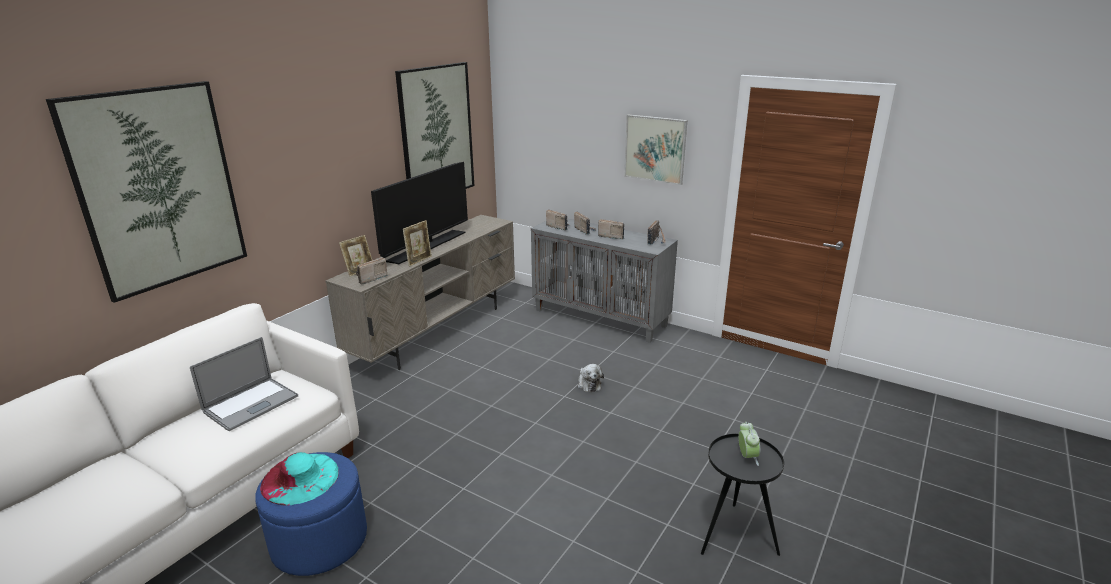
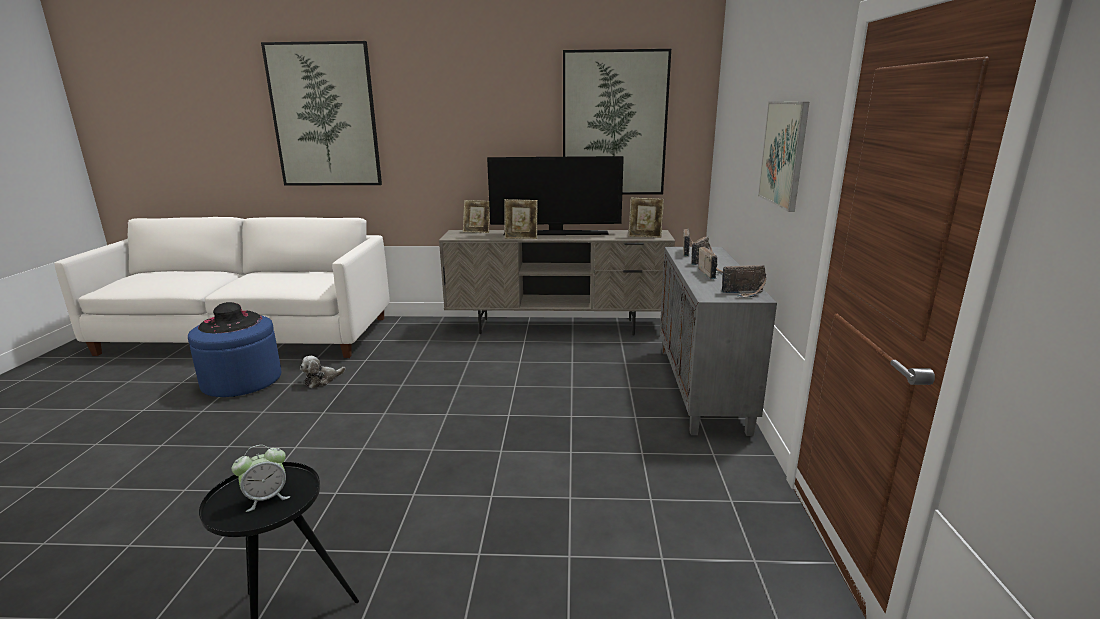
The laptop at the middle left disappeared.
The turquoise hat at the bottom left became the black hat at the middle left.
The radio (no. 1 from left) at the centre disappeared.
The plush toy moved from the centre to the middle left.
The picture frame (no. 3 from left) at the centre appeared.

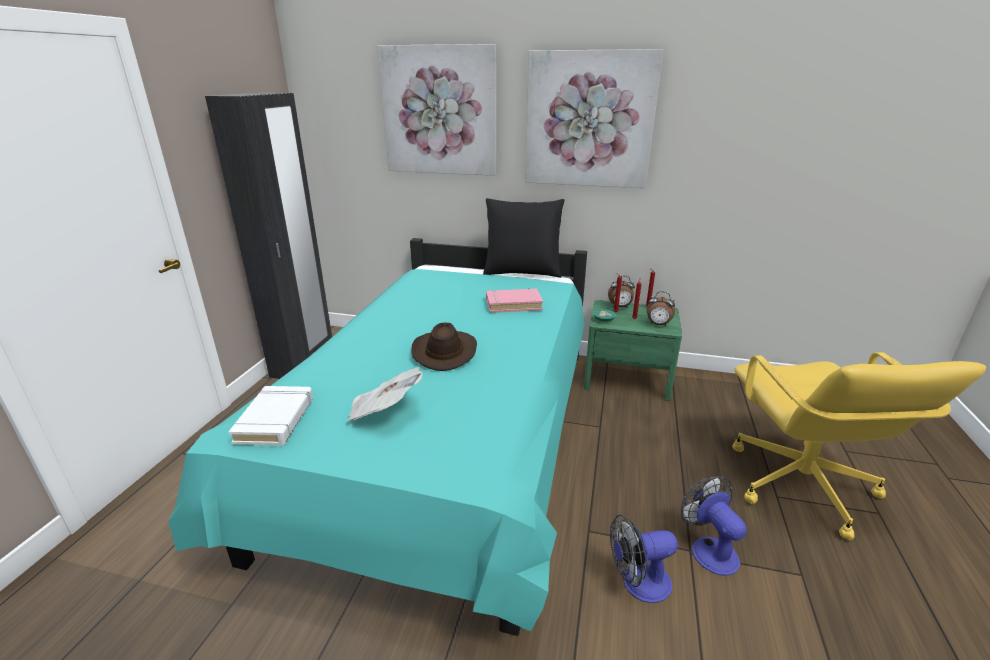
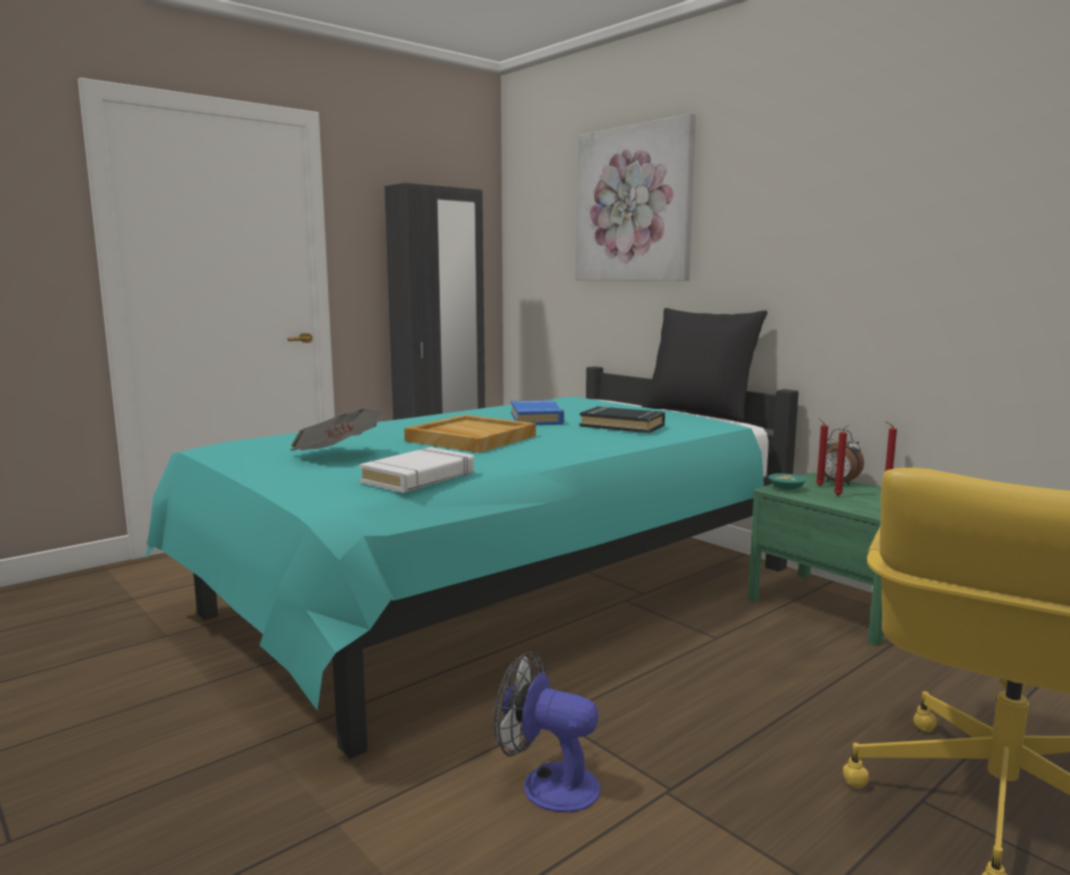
The white book moved from the middle left to the centre.
The brown hat at the centre was replaced by the beige tray at the centre.
The pink book at the centre became the black book at the centre.
The picture (no. 2 from left) at the top centre disappeared.
The alarm clock (no. 2 from left) at the middle right disappeared.
The fan (no. 2 from left) at the bottom right disappeared.
The blue book at the centre appeared.

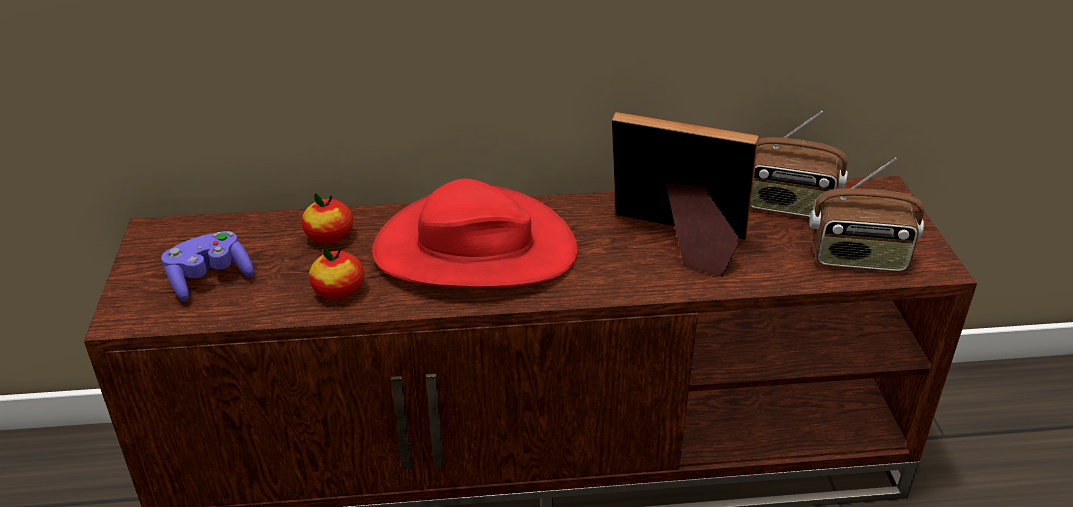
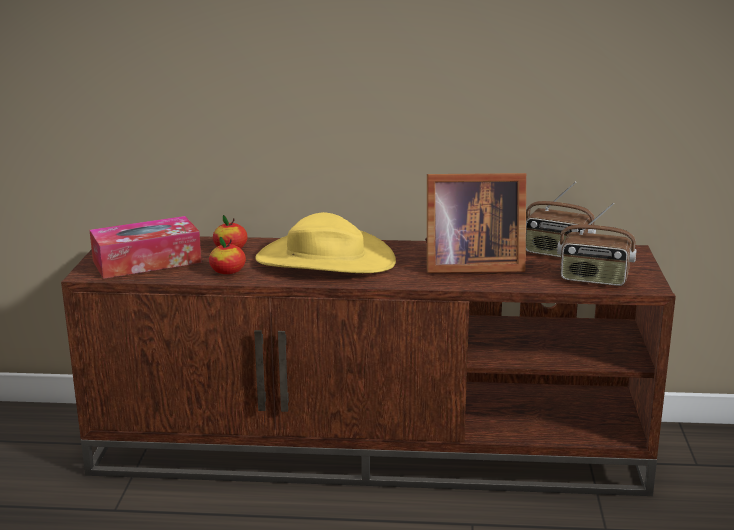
The purple game controller at the middle left was replaced by the tissue box at the middle left.
The red hat at the centre became the yellow hat at the centre.
The picture frame at the centre turned 150 degrees clockwise.

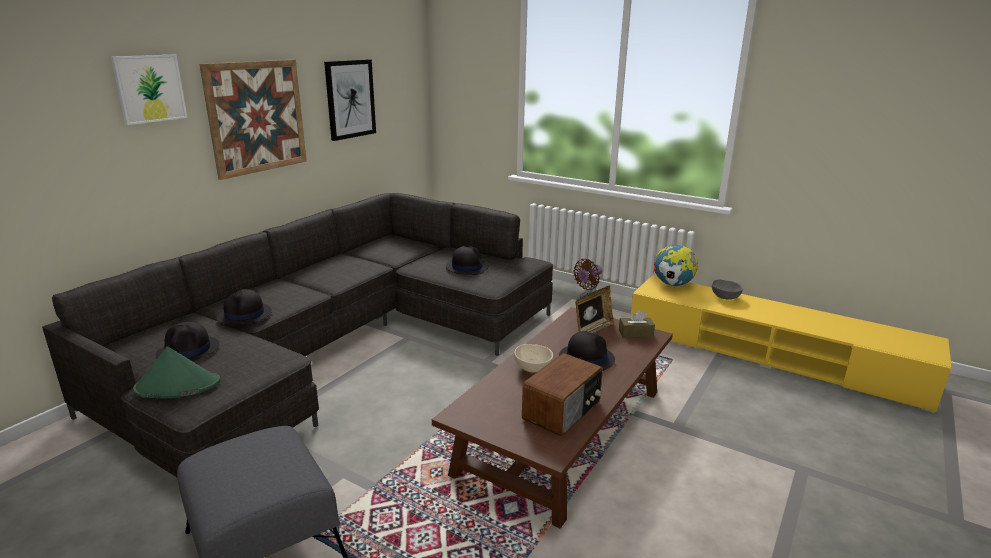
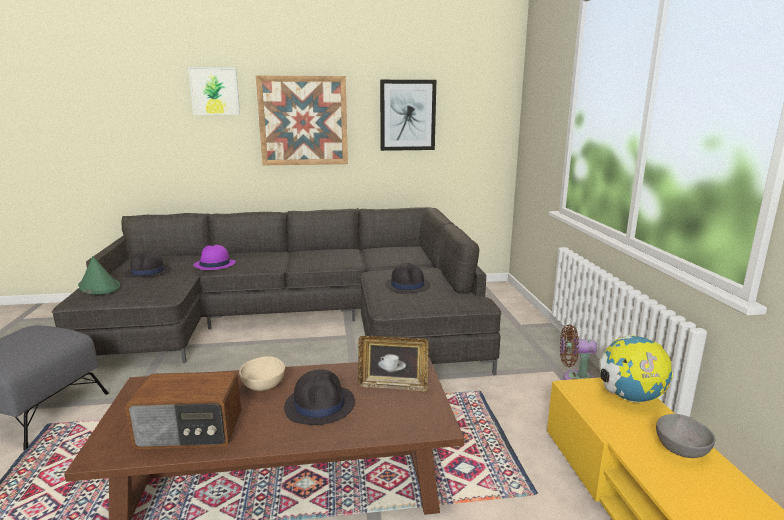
The black hat (no. 2 from left) at the middle left became the purple hat at the middle left.
The brown tissue box at the centre disappeared.

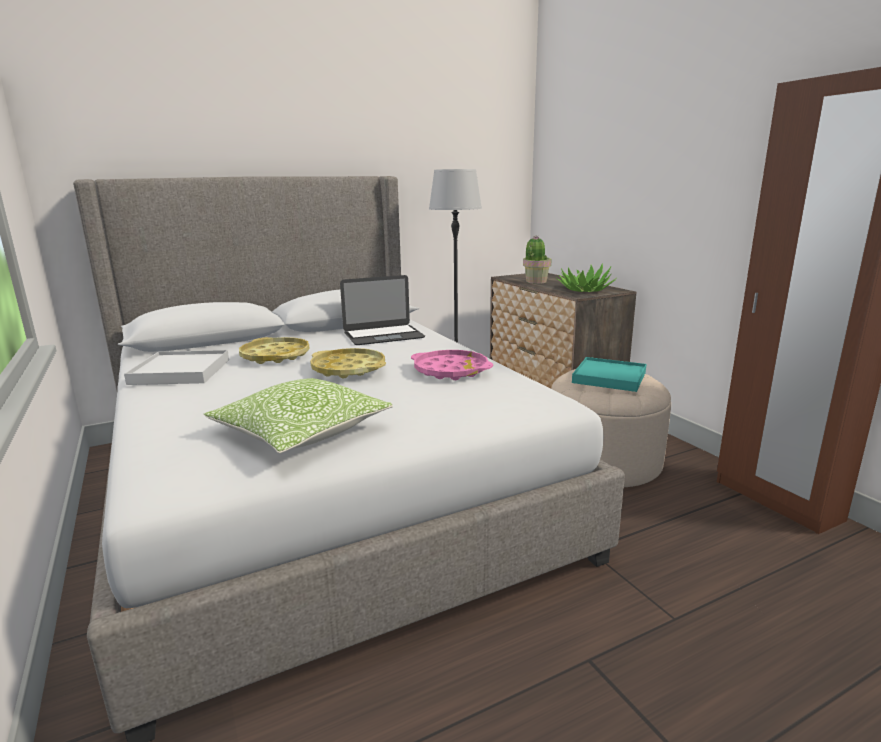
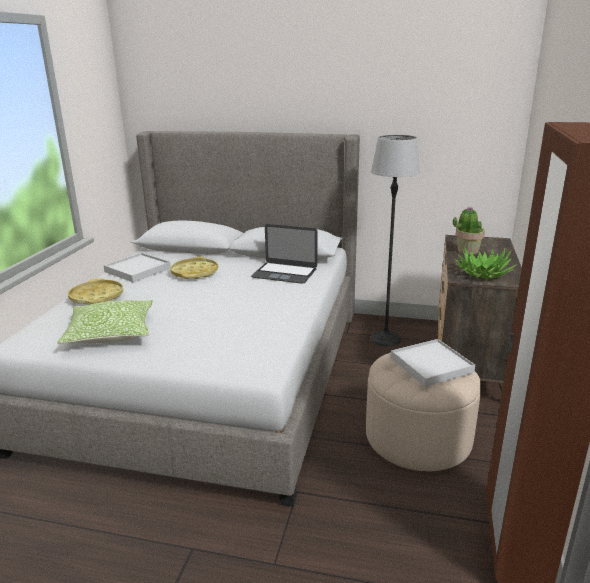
The yellow tray (no. 2 from left in the first image) moved from the centre to the middle left.
The pink tray at the centre disappeared.
The turquoise tray at the middle right became the white tray (no. 2 from left) at the middle right.

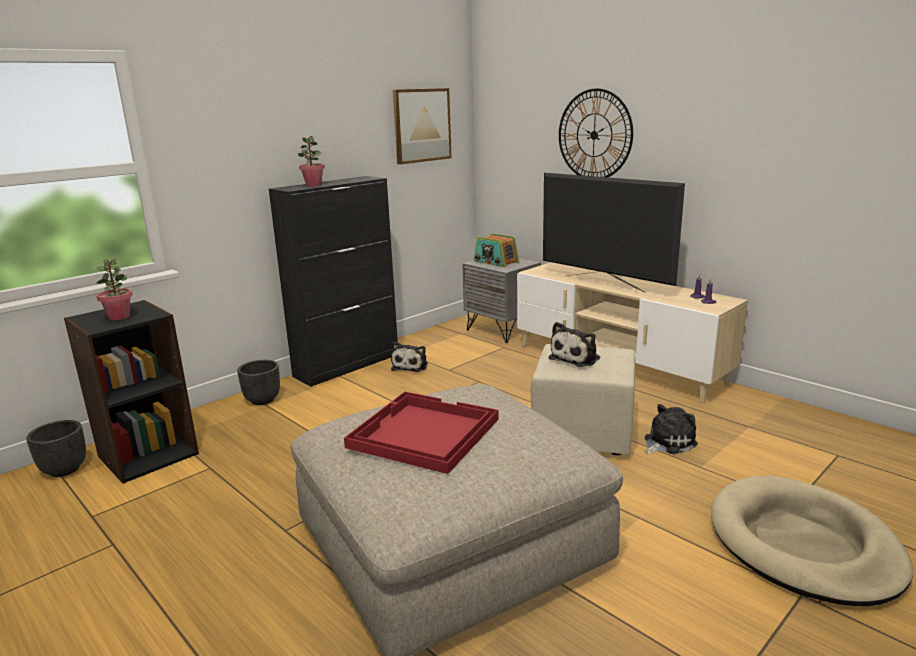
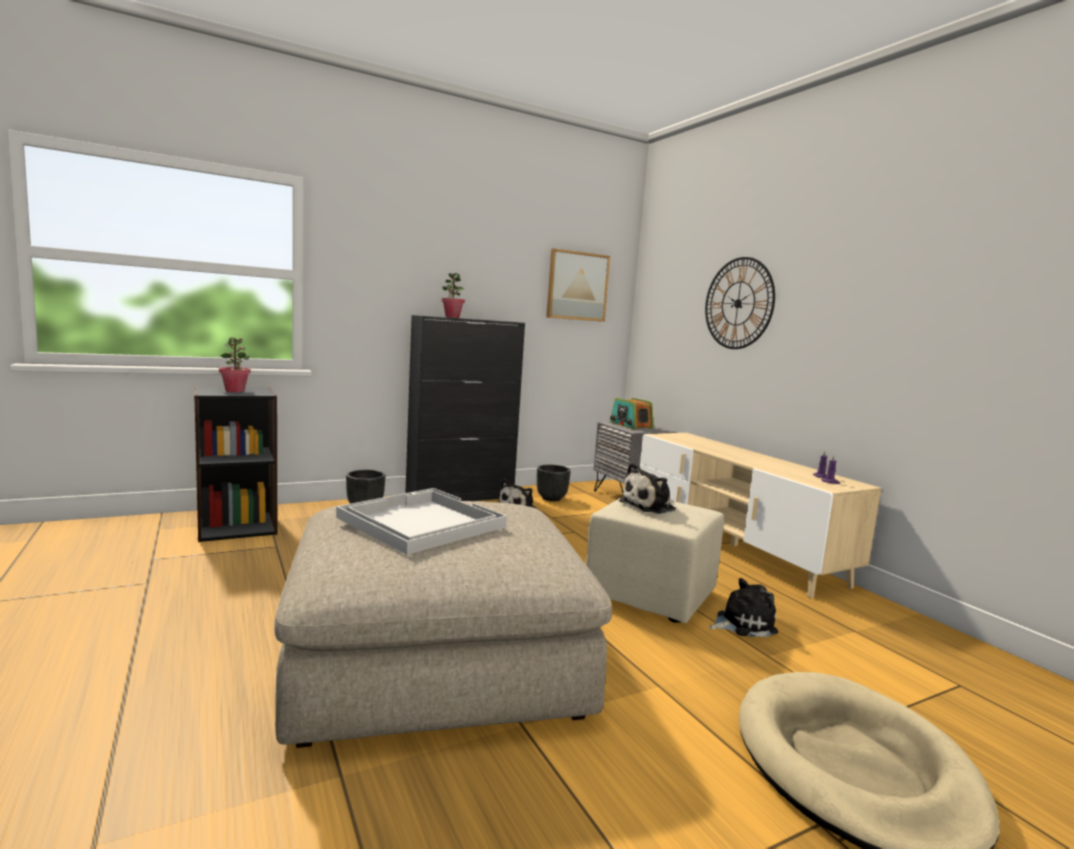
The black planter (no. 1 from left in the first image) moved from the bottom left to the centre.
The red tray at the centre became the white tray at the centre.
The television at the middle right disappeared.

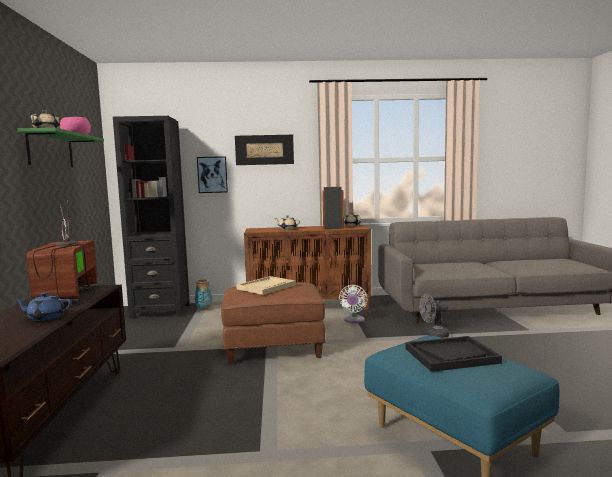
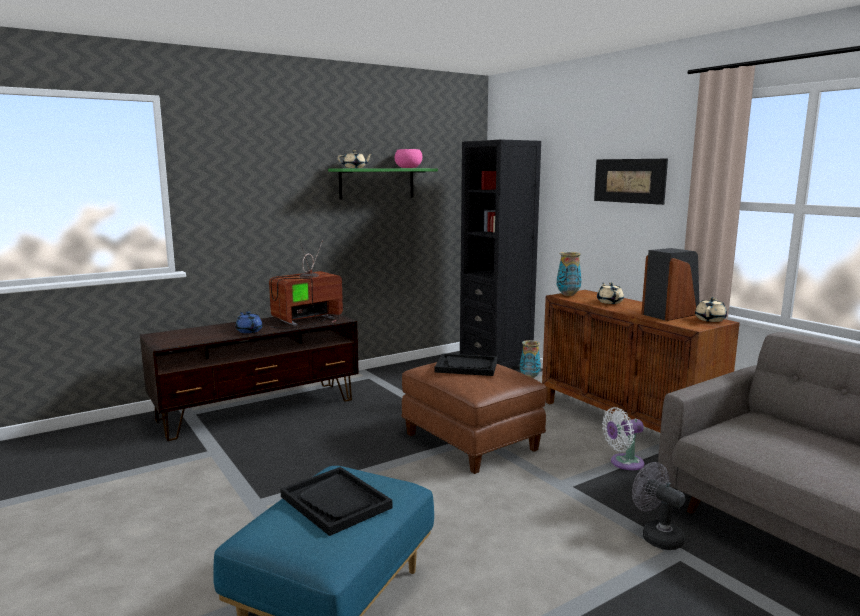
The picture (no. 1 from left) at the centre disappeared.
The beige tray at the centre became the black tray (no. 2 from left) at the centre.
The vase (no. 2 from left) at the centre appeared.

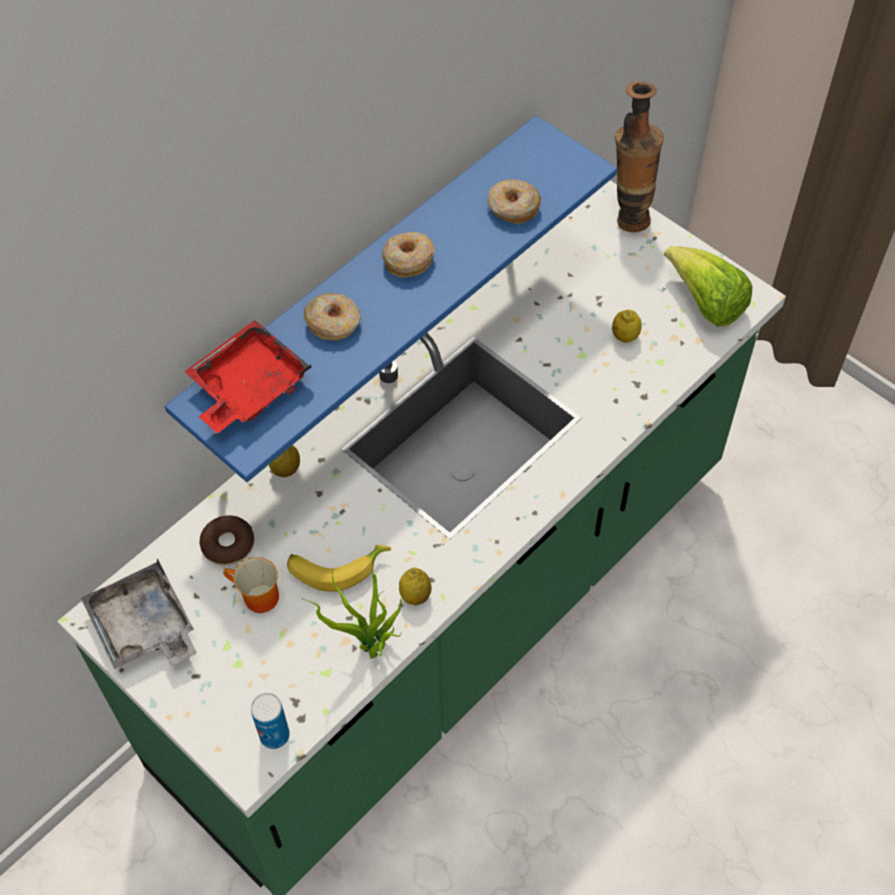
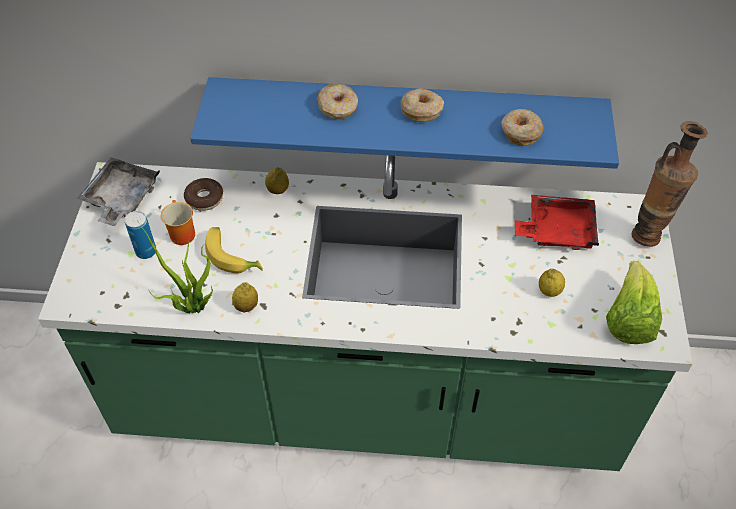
The red tray moved from the middle left to the middle right.
The can moved from the bottom left to the middle left.

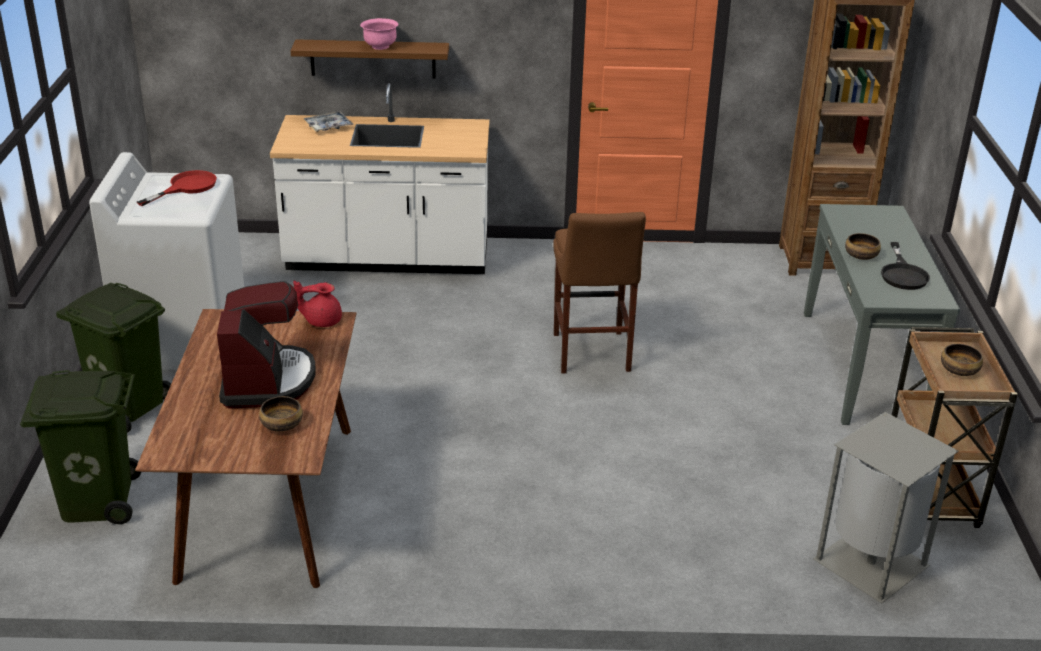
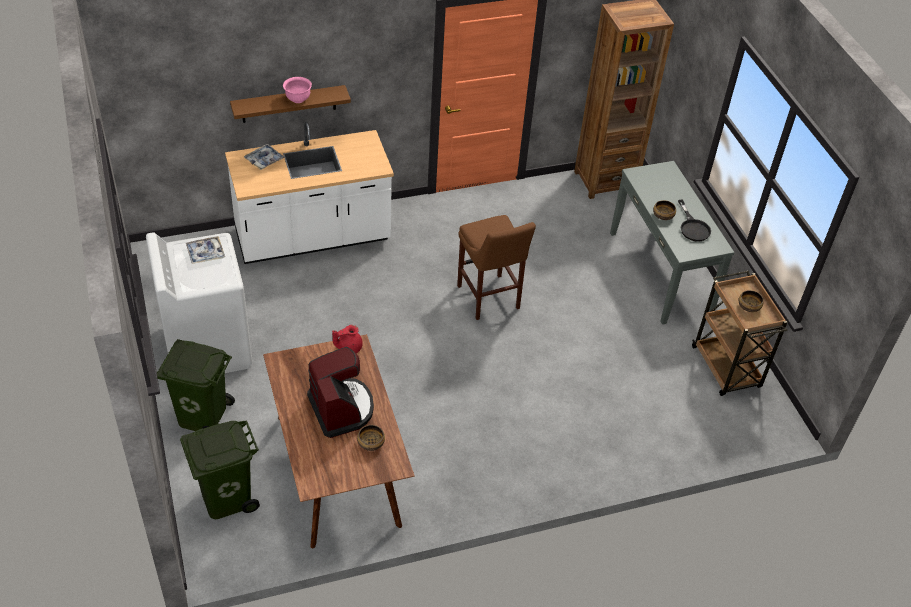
The red frying pan at the top left was replaced by the tray (no. 1 from left) at the middle left.
The grey trash can at the bottom right disappeared.

